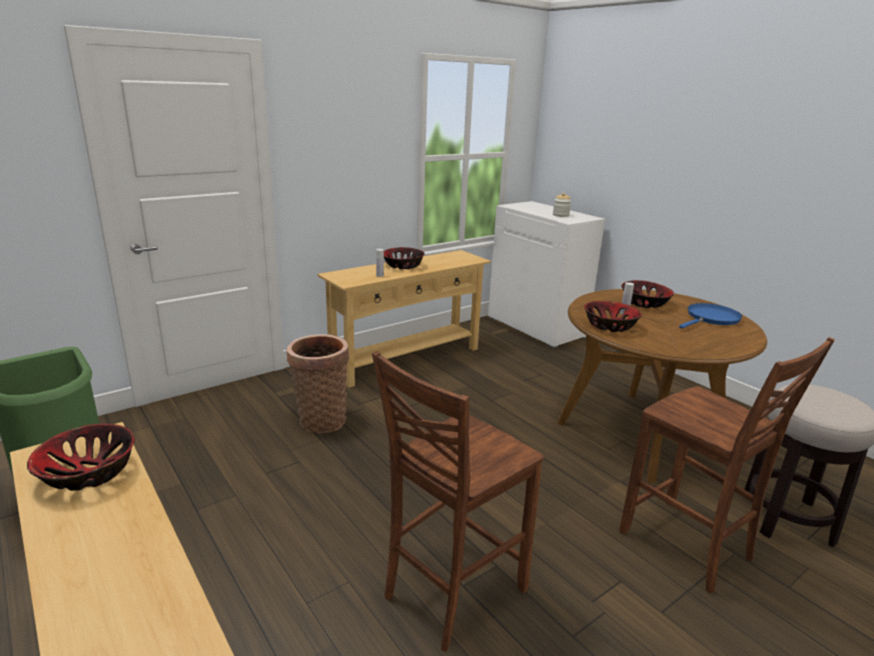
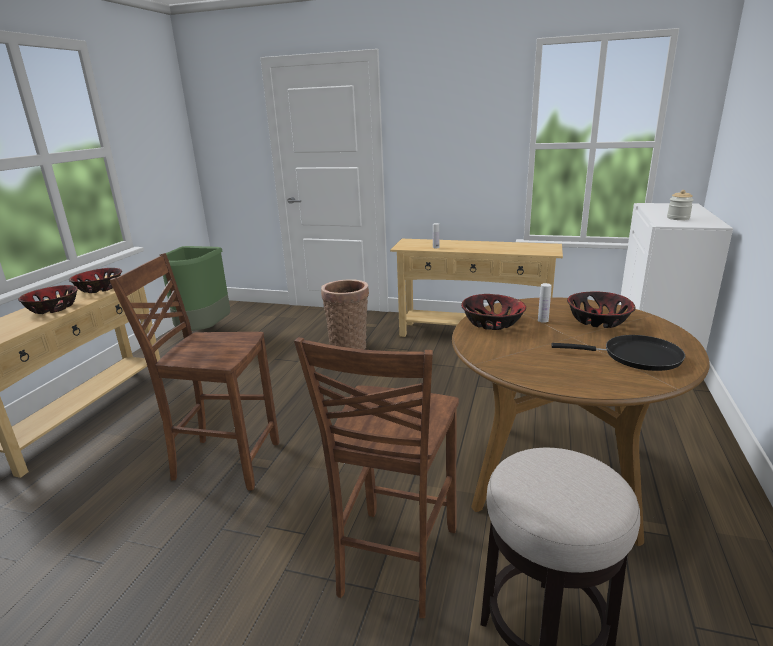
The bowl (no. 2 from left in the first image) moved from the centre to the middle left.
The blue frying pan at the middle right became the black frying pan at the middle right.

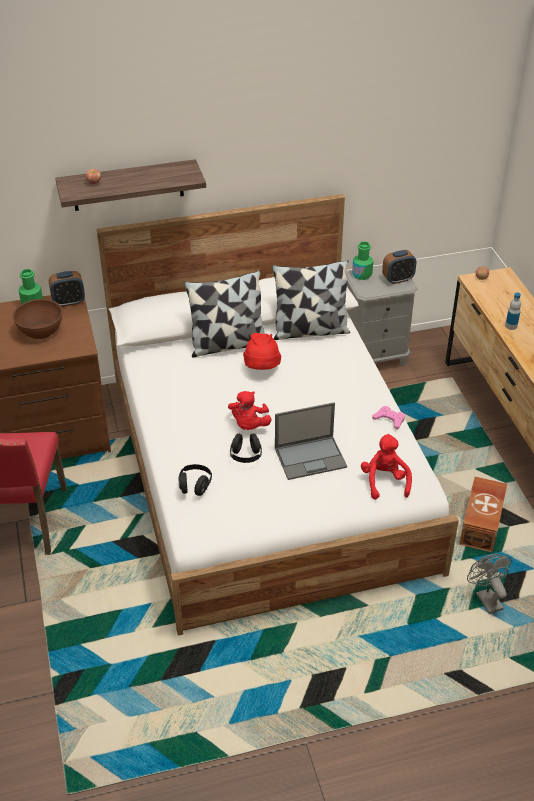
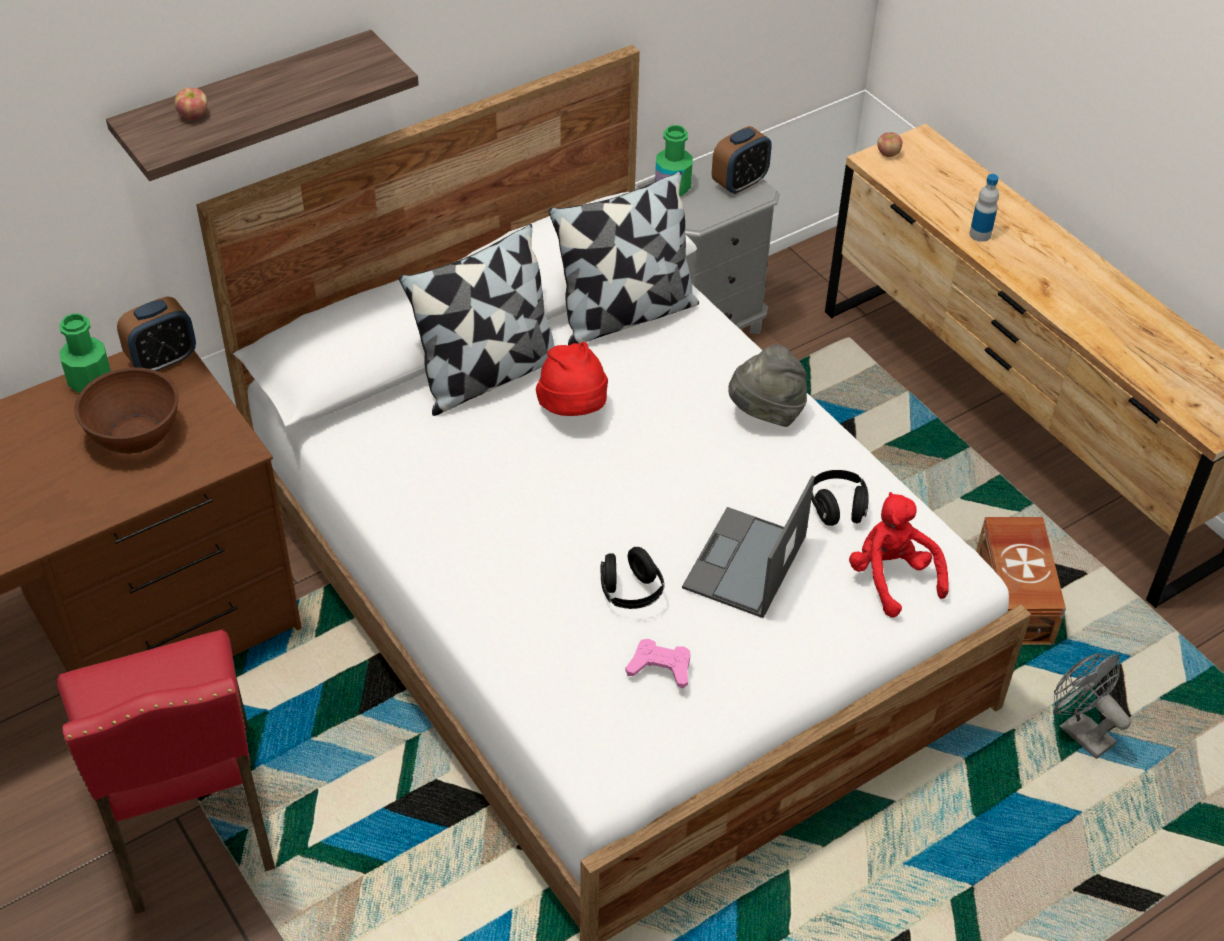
The black headphones (no. 1 from left in the first image) moved from the centre to the middle right.
The red plush toy (no. 1 from left) at the centre disappeared.
The laptop at the centre turned 150 degrees clockwise.
The pink game controller moved from the middle right to the bottom centre.
The grey hat at the centre appeared.

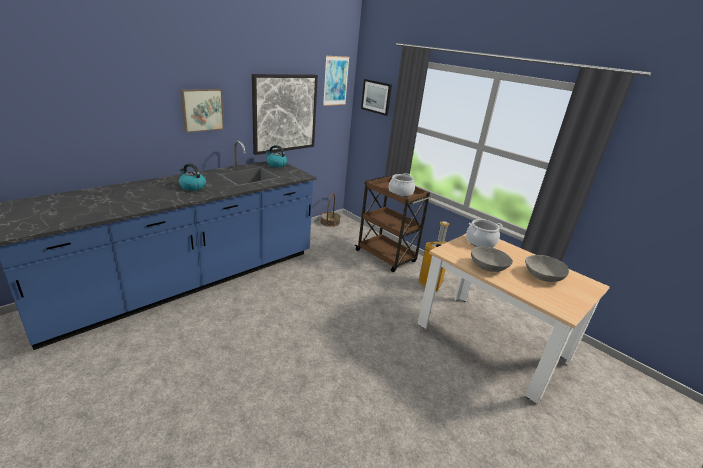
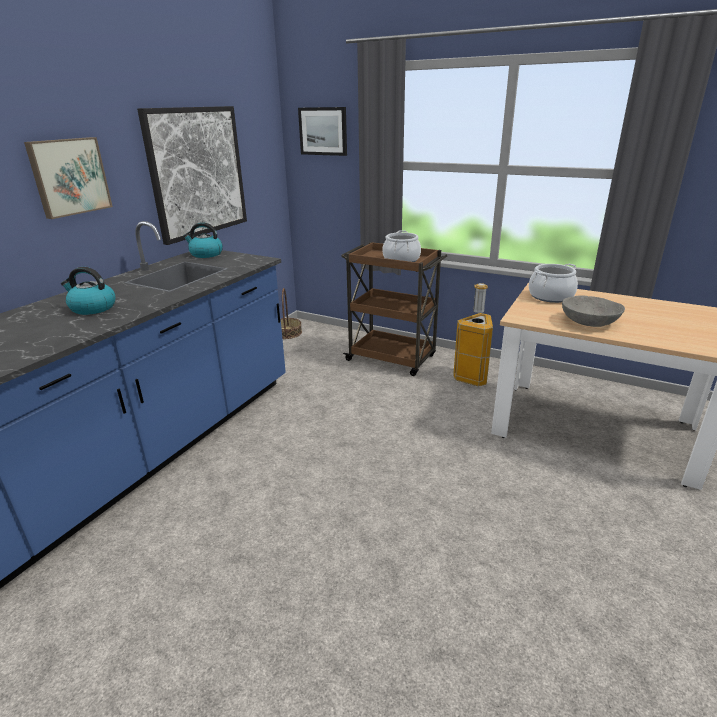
The picture (no. 3 from left) at the top centre disappeared.
The grey bowl (no. 2 from left) at the middle right disappeared.

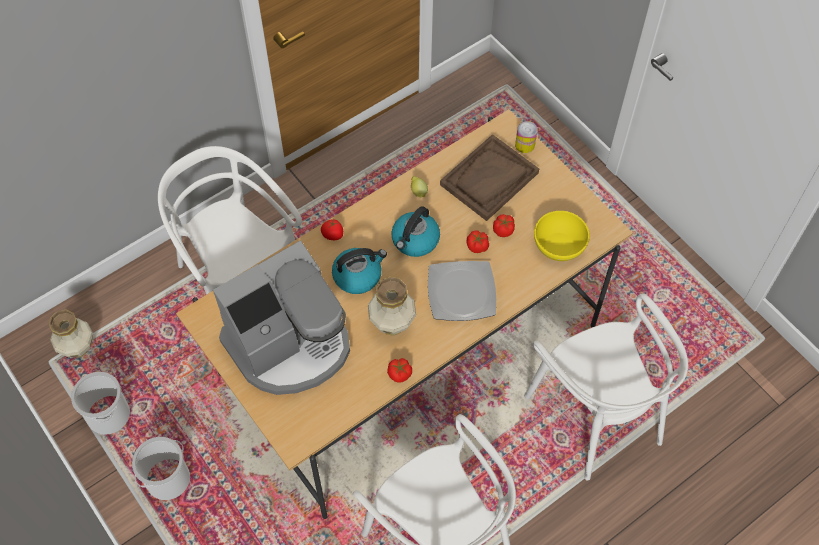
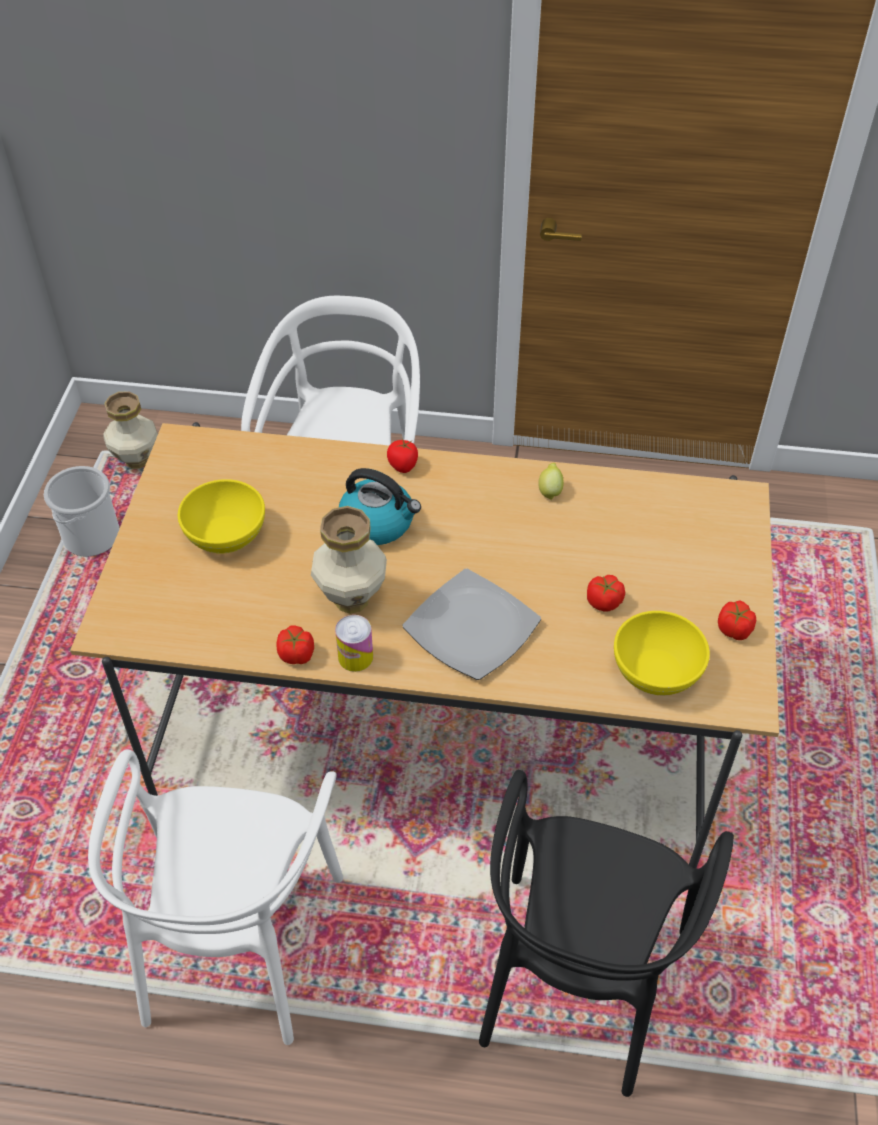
The bucket (no. 2 from left) at the bottom left disappeared.
The coffee machine at the centre was replaced by the yellow bowl (no. 1 from left) at the middle left.
The kettle (no. 2 from left) at the centre disappeared.
The brown tray at the top centre disappeared.
The tomato (no. 3 from left in the first image) moved from the centre to the middle right.
The can moved from the top centre to the centre.
The white chair (no. 3 from left) at the bottom right became the black chair at the bottom right.

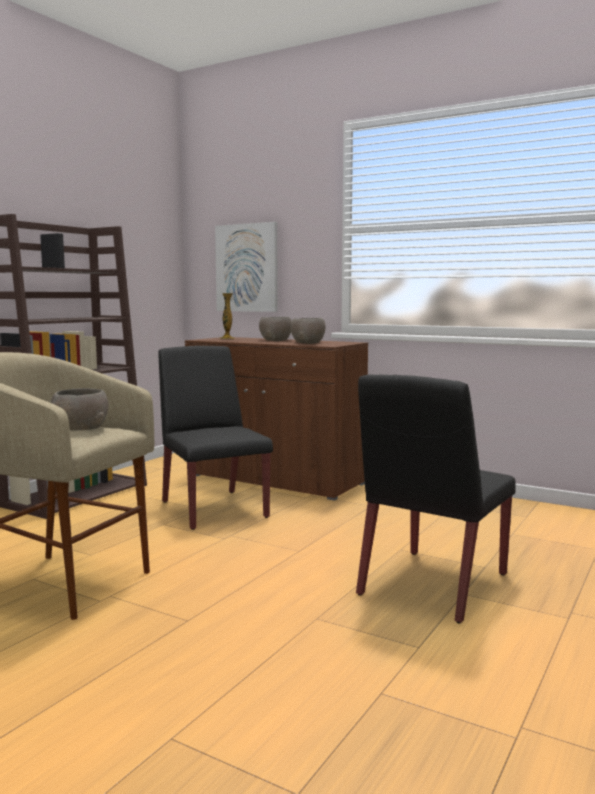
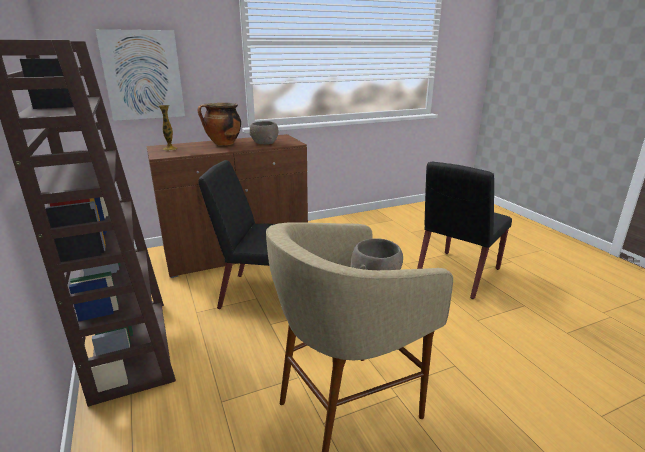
The grey bowl (no. 2 from left) at the centre was replaced by the cooking pot at the top centre.
The black chair (no. 2 from left) at the middle right turned 60 degrees clockwise.

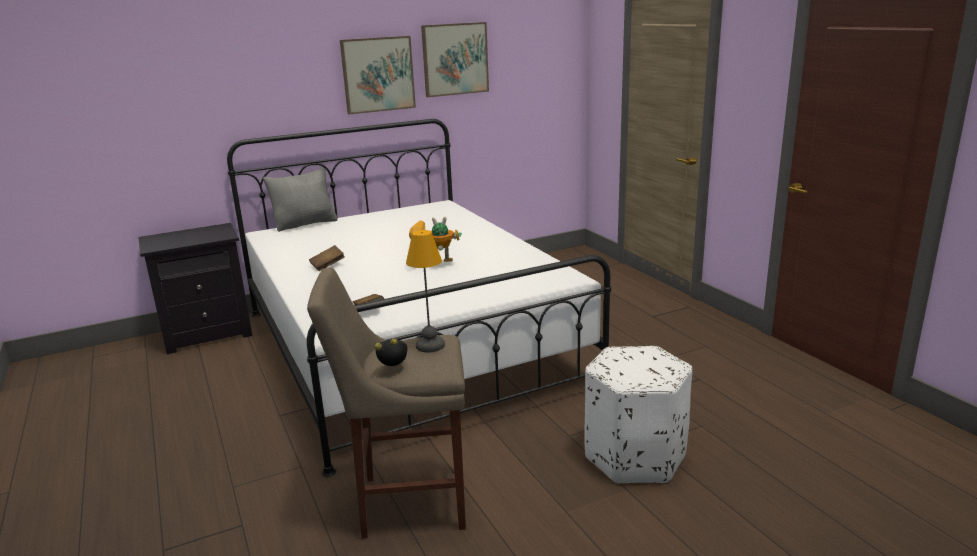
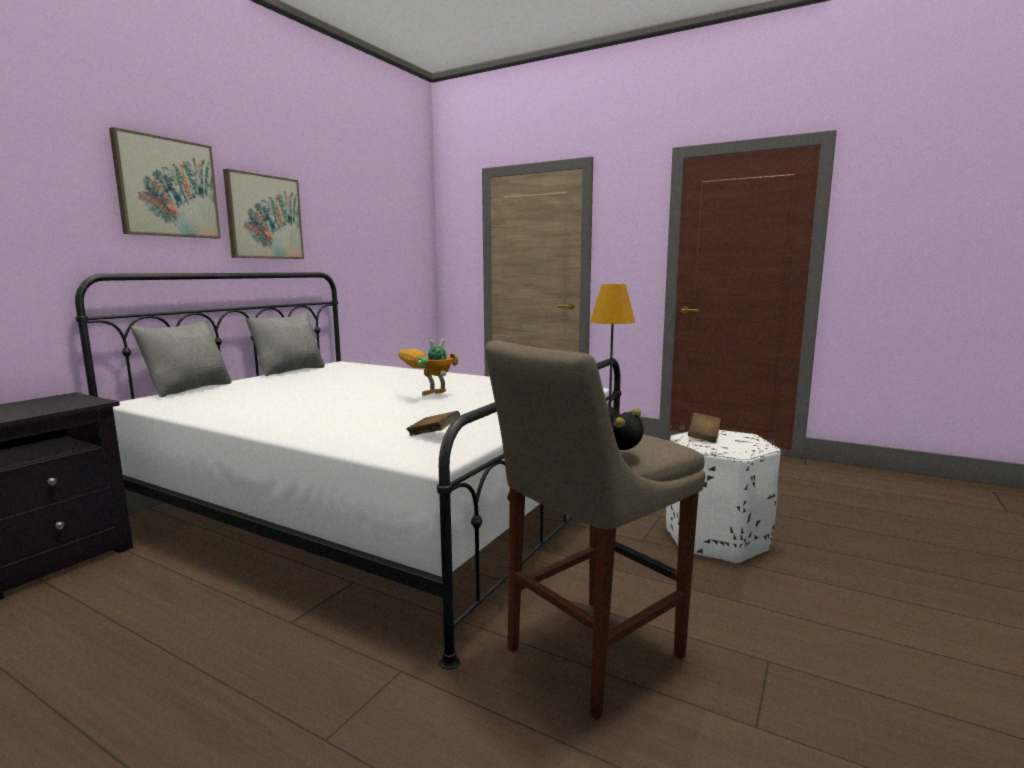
The brown book (no. 1 from left in the first image) moved from the centre to the middle right.
The picture (no. 2 from left in the first image) moved from the top centre to the top left.
The grey pillow (no. 2 from left) at the middle left appeared.

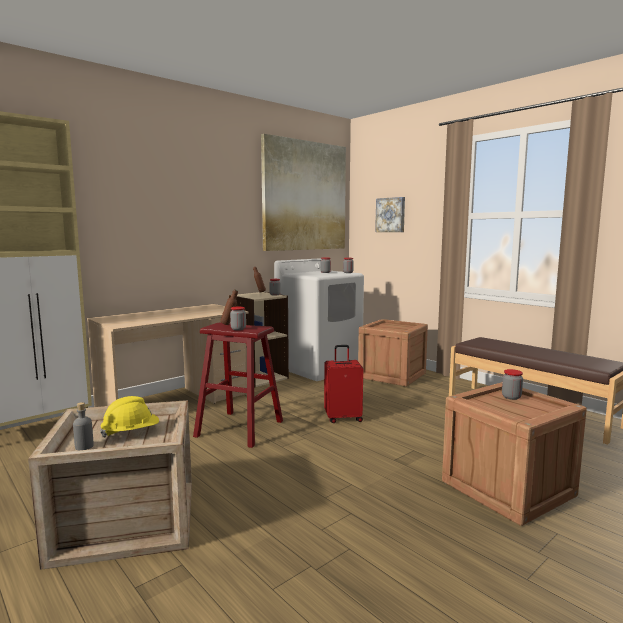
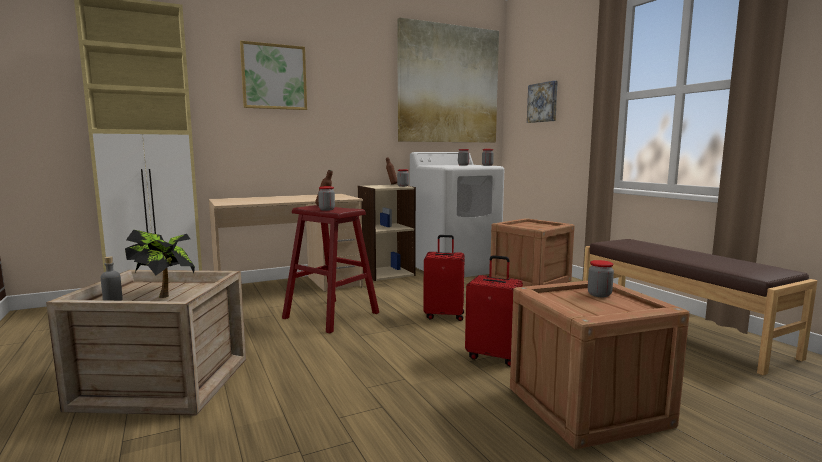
The yellow hard hat at the bottom left was replaced by the potted plant at the middle left.
The picture (no. 1 from left) at the top left appeared.
The red suitcase (no. 2 from left) at the bottom centre appeared.

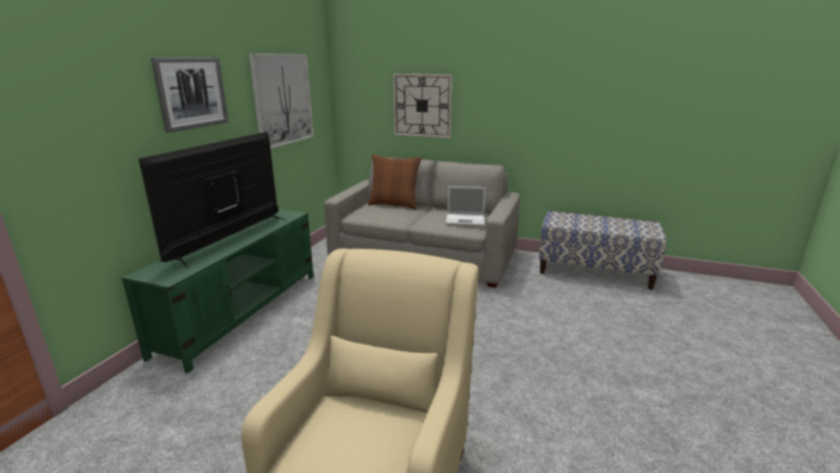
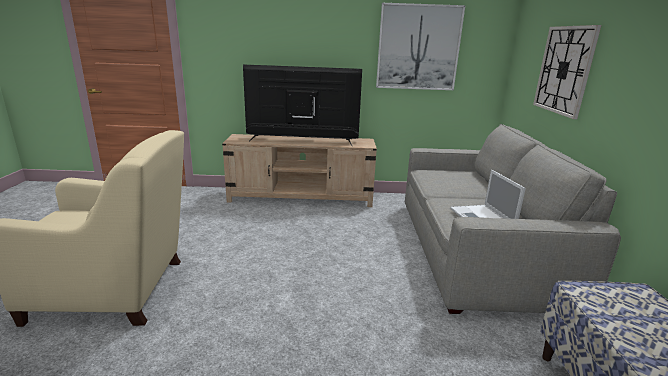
The green tv stand at the middle left became the beige tv stand at the centre.
The picture (no. 1 from left) at the top left disappeared.
The brown pillow at the centre disappeared.

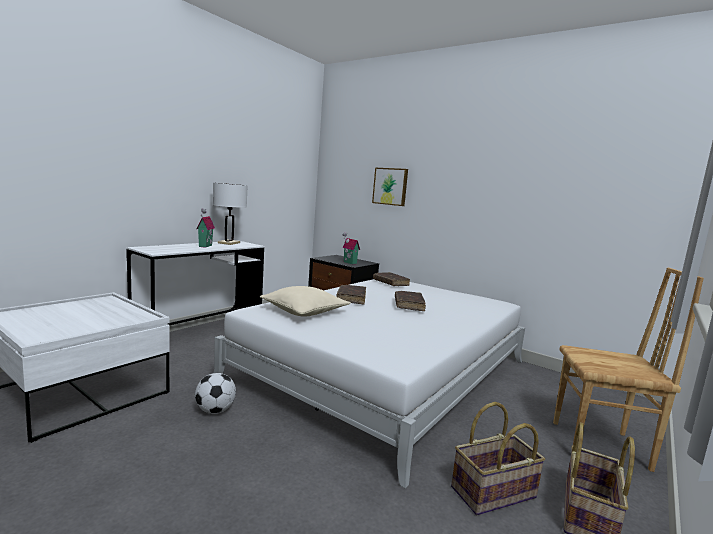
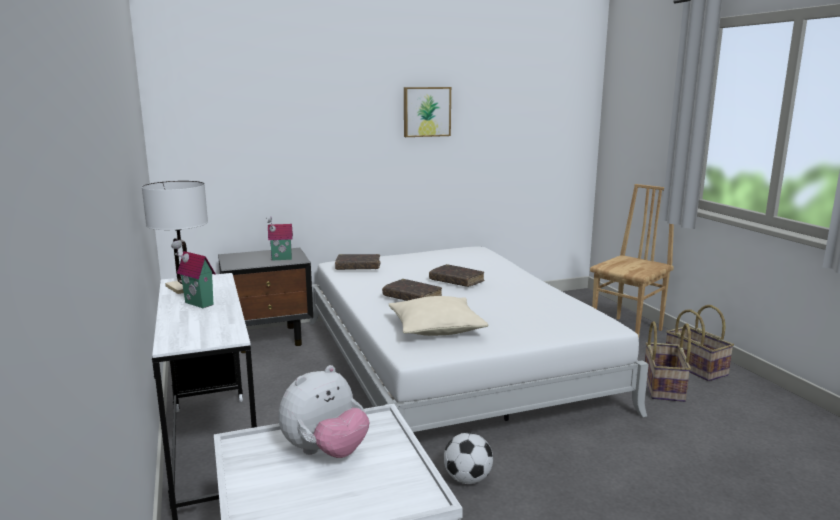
The picture moved from the centre to the top centre.
The plush toy at the bottom centre appeared.

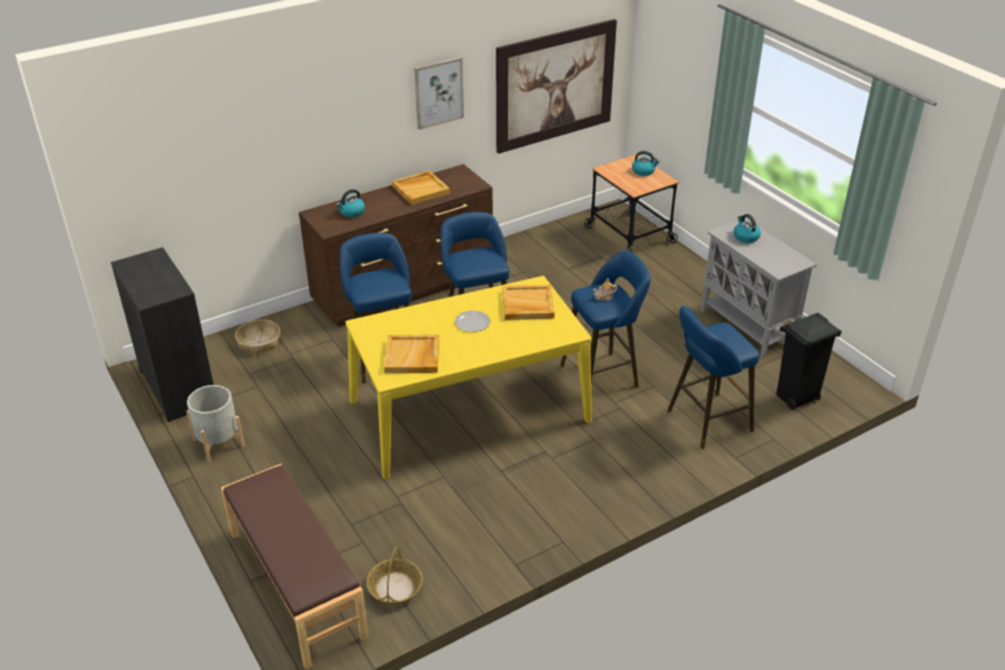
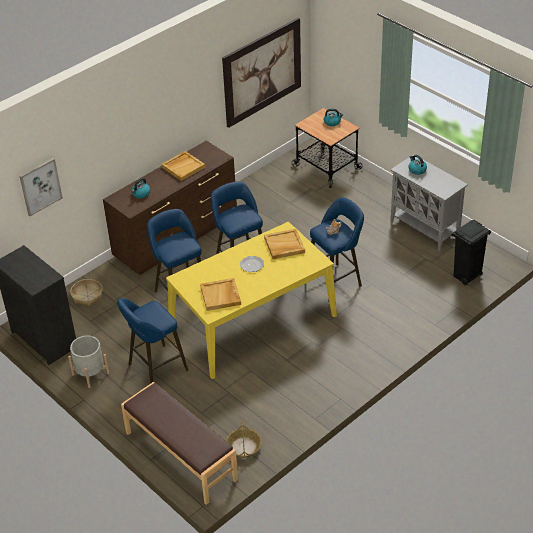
The picture (no. 1 from left) moved from the top centre to the middle left.
The blue stool (no. 4 from left in the first image) moved from the middle right to the middle left.

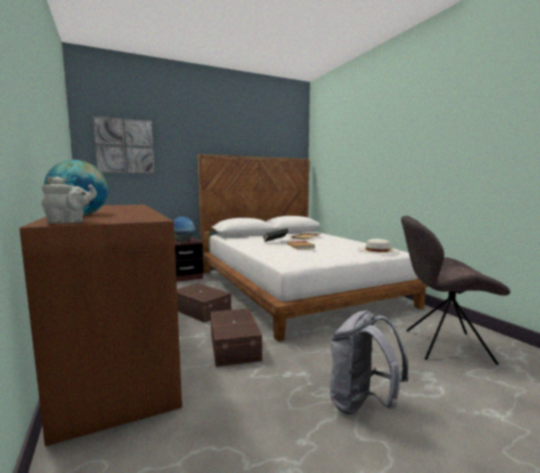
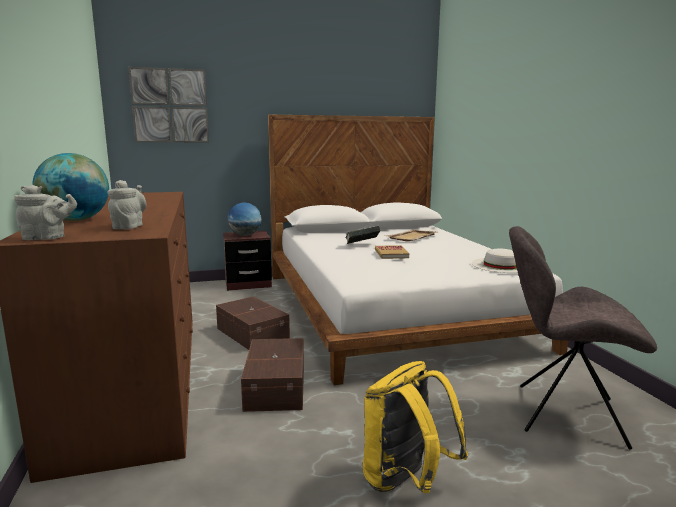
The grey backpack at the bottom right became the yellow backpack at the bottom centre.
The grey teapot (no. 2 from left) at the middle left appeared.

